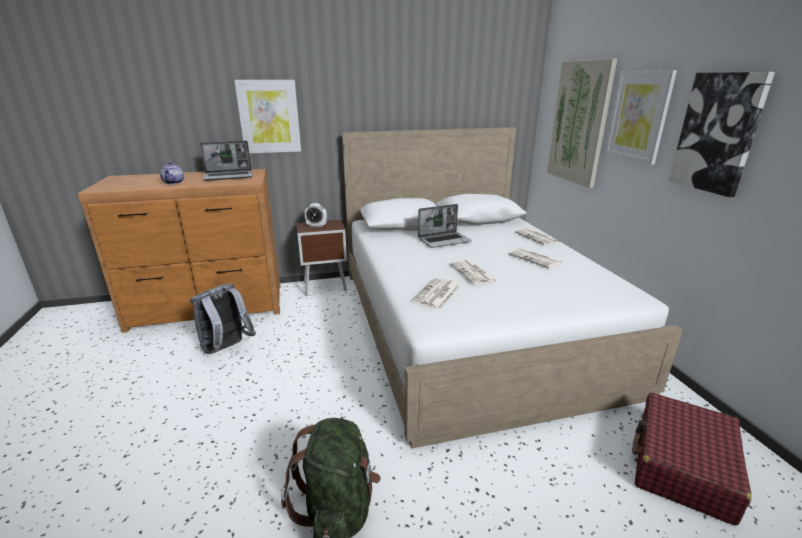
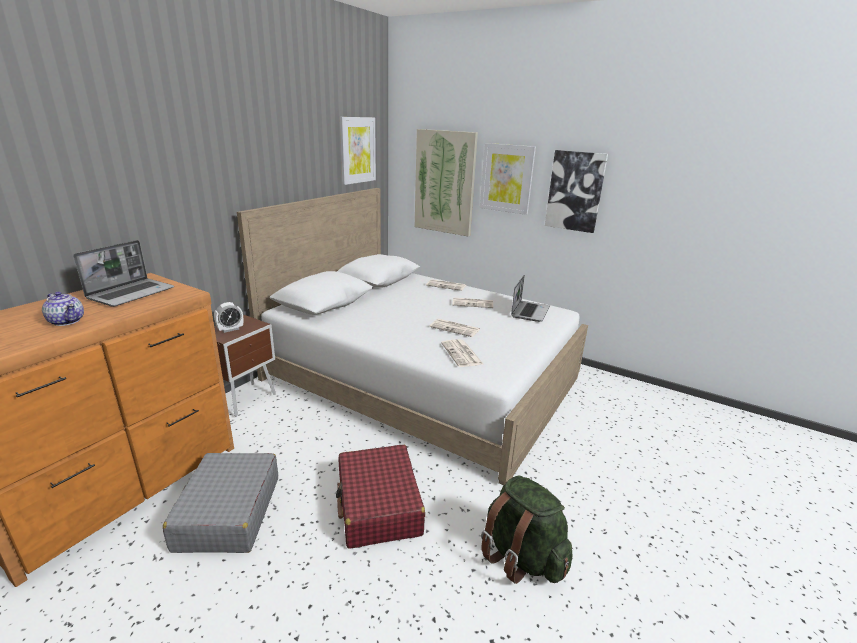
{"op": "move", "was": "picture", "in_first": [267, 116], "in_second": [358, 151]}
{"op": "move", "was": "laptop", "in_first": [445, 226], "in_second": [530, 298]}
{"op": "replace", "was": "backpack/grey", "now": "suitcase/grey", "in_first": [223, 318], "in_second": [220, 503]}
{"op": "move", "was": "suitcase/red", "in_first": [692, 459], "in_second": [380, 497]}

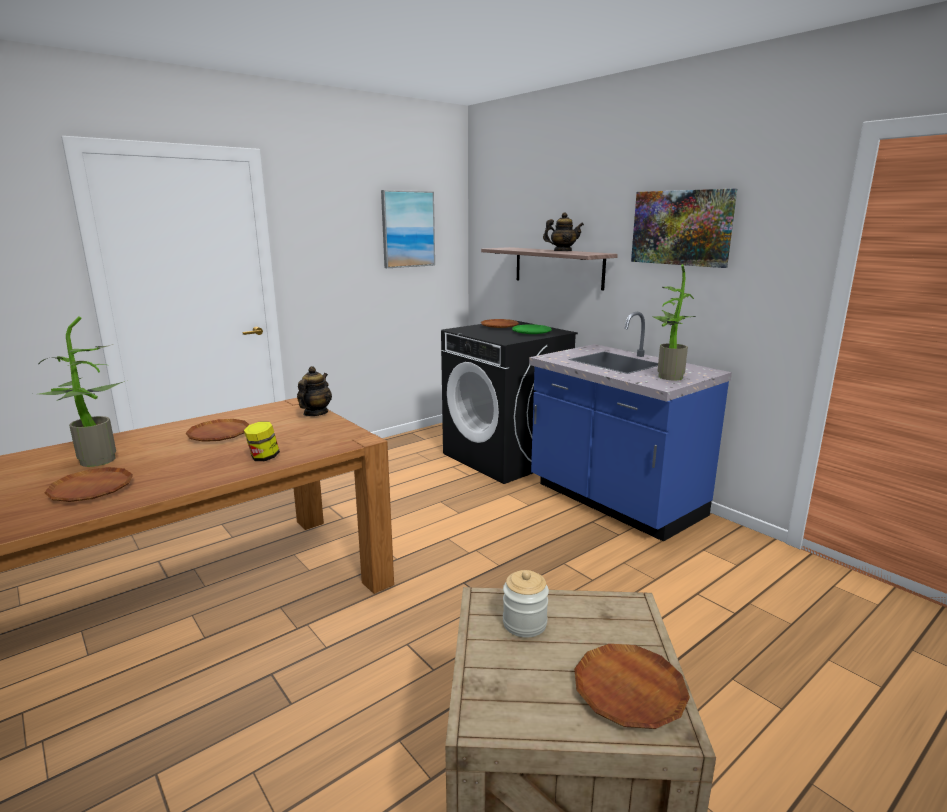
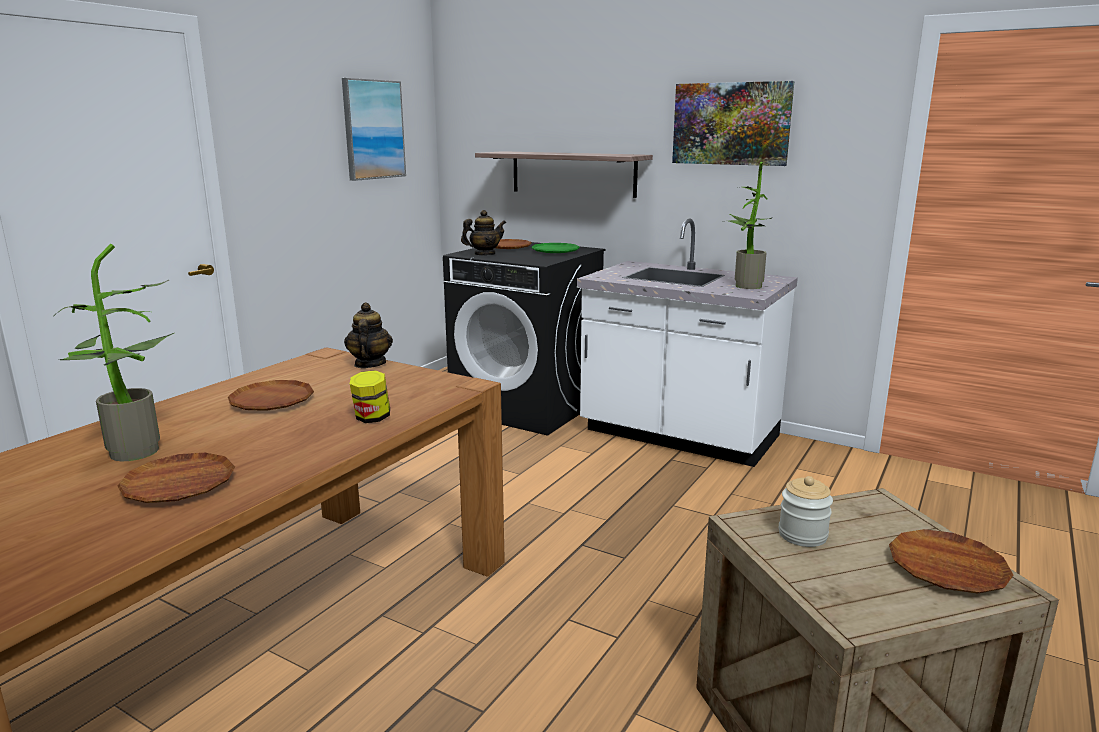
{"op": "move", "was": "teapot", "in_first": [563, 231], "in_second": [483, 232]}
{"op": "recolor", "was": "counter/blue", "now": "counter/white", "in_first": [630, 427], "in_second": [687, 343]}

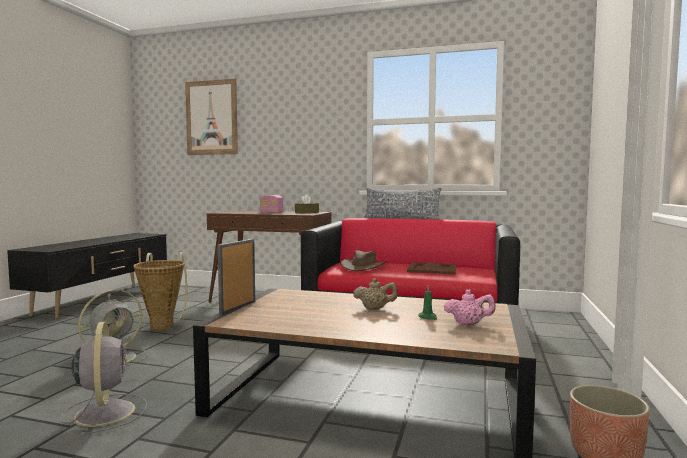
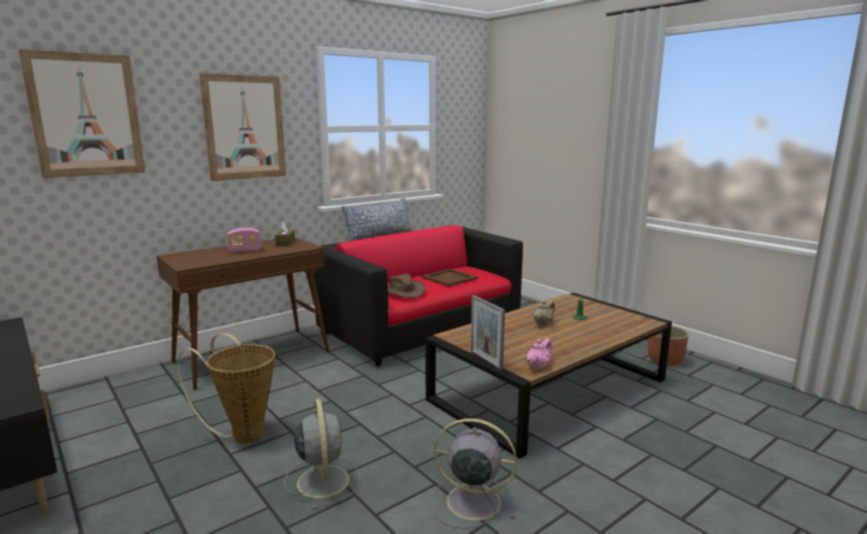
{"op": "move", "was": "teapot/pink", "in_first": [469, 307], "in_second": [539, 354]}
{"op": "insert", "now": "picture", "in_second": [242, 127]}

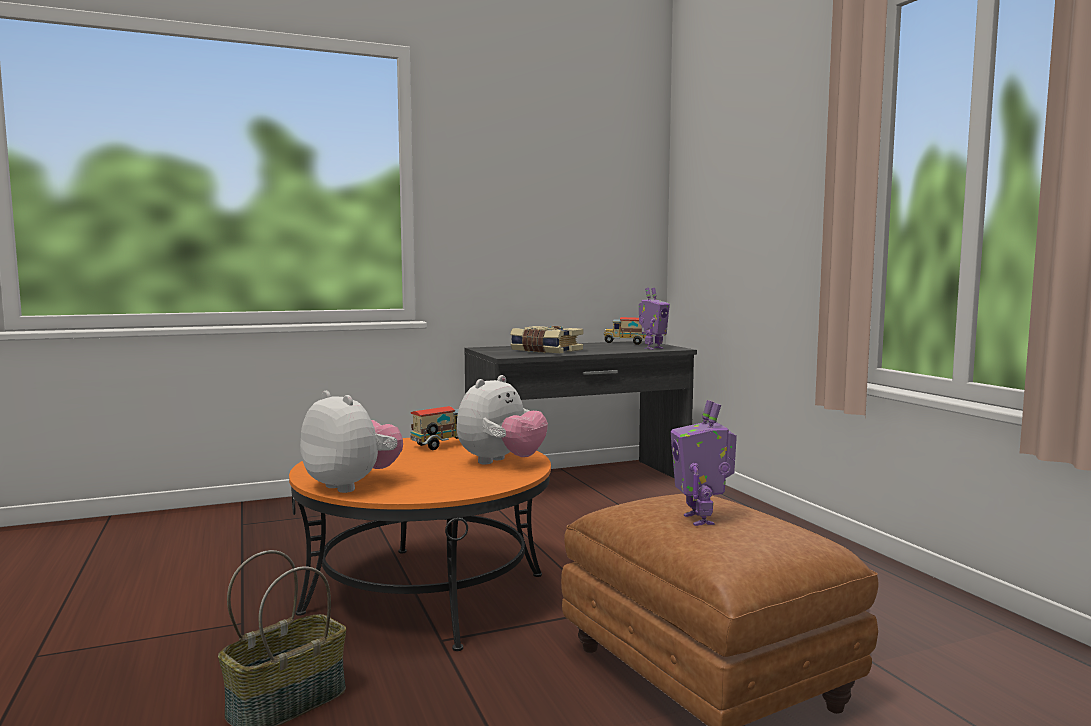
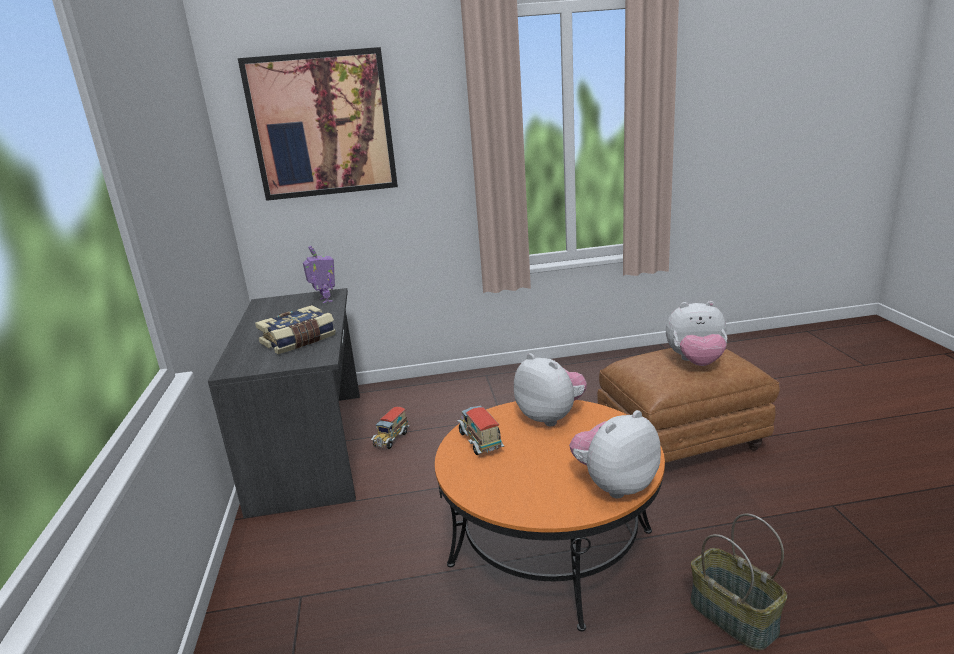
{"op": "move", "was": "toy truck", "in_first": [624, 331], "in_second": [390, 428]}
{"op": "replace", "was": "toy robot", "now": "plush toy", "in_first": [703, 463], "in_second": [696, 333]}
{"op": "insert", "now": "picture", "in_second": [318, 124]}

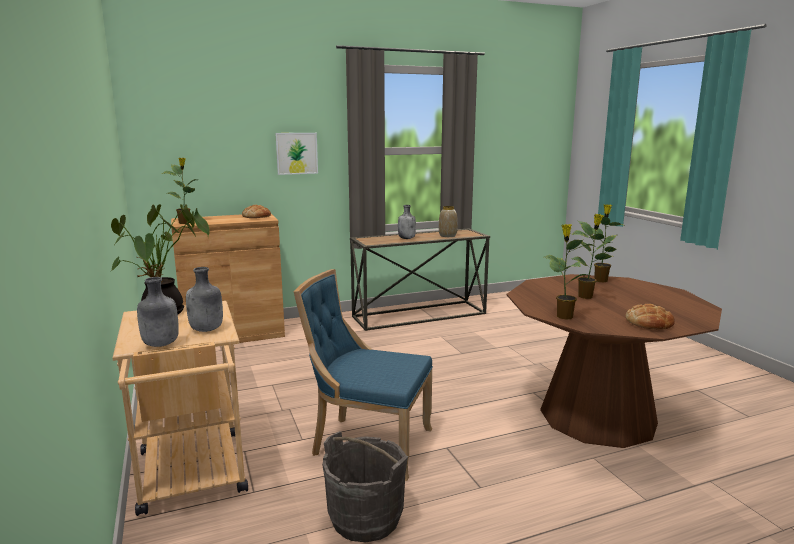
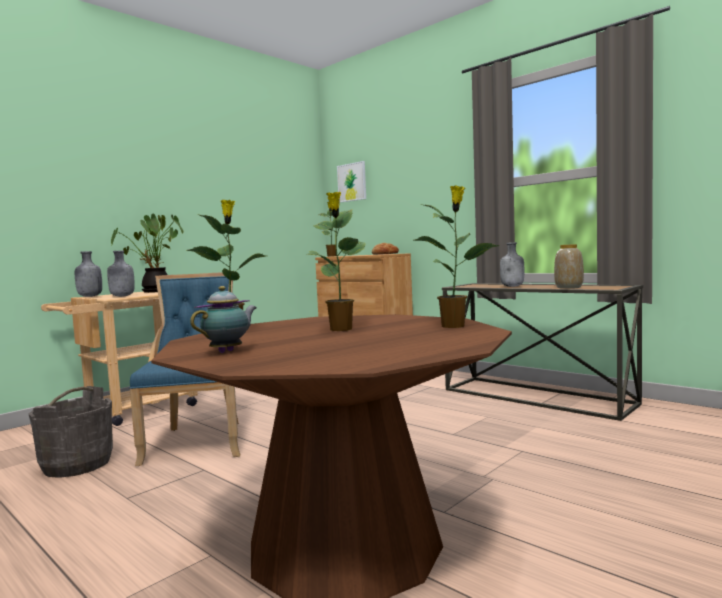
{"op": "move", "was": "picture", "in_first": [296, 154], "in_second": [351, 182]}
{"op": "replace", "was": "bread", "now": "teapot", "in_first": [650, 317], "in_second": [223, 319]}

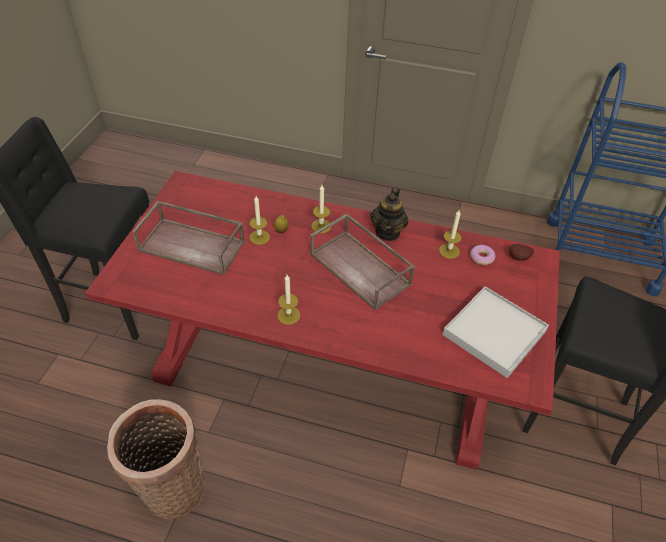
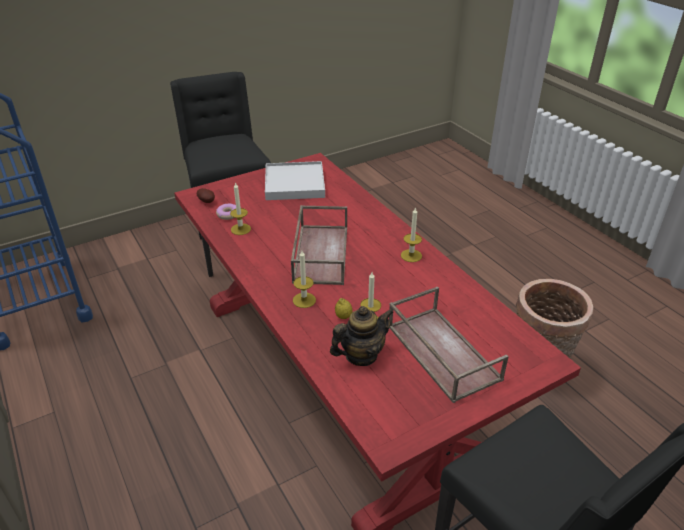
{"op": "move", "was": "teapot", "in_first": [389, 214], "in_second": [362, 336]}

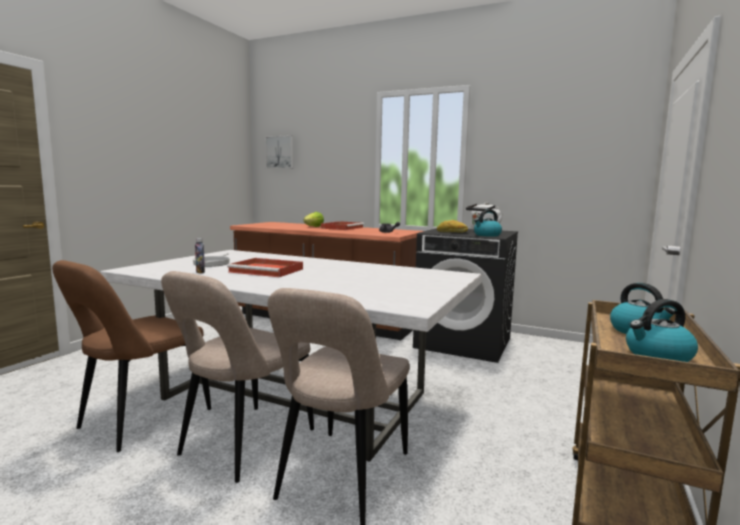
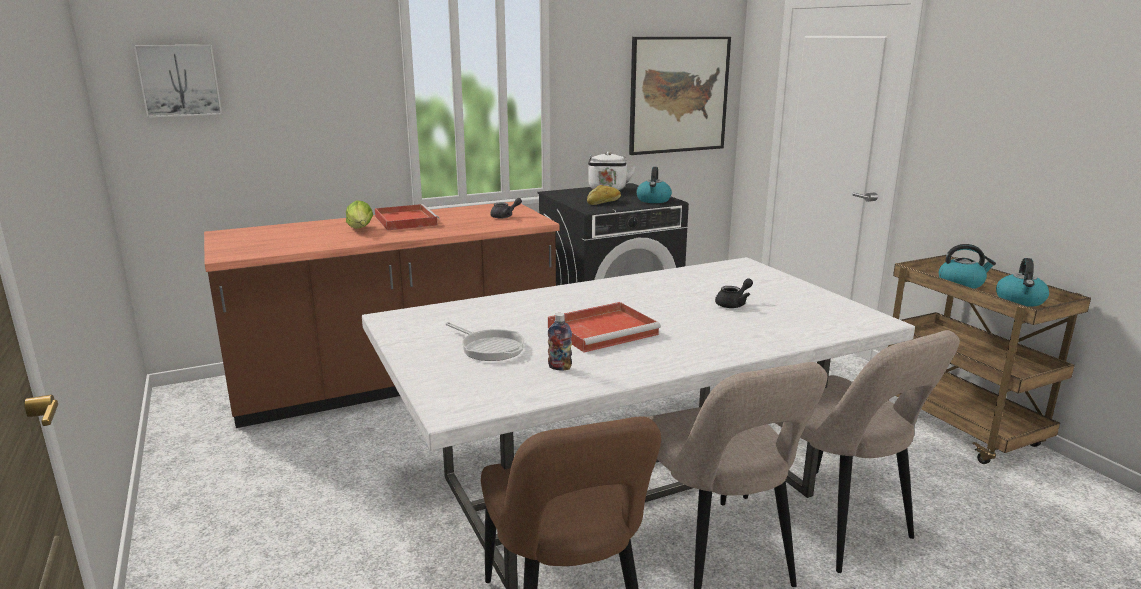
{"op": "insert", "now": "picture", "in_second": [680, 96]}
{"op": "insert", "now": "teapot/black", "in_second": [734, 293]}

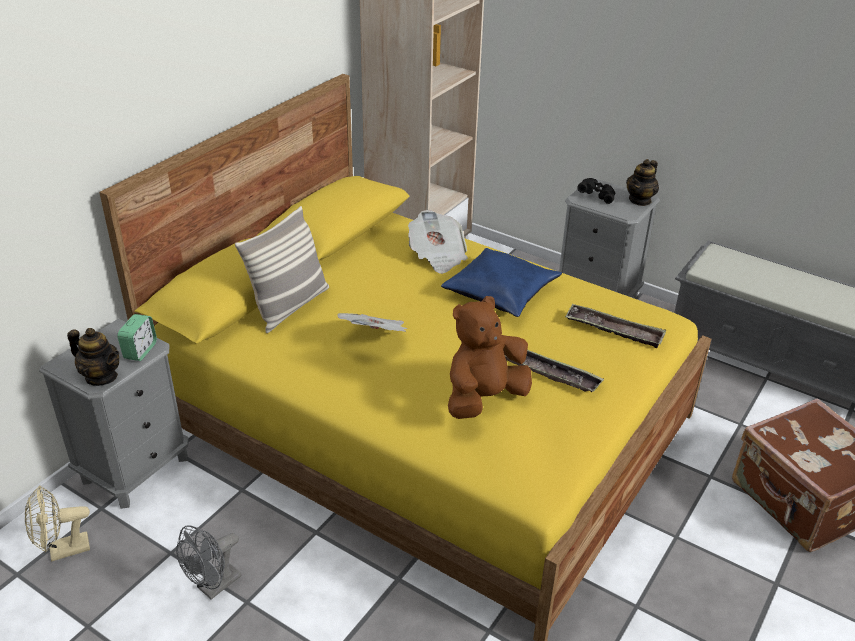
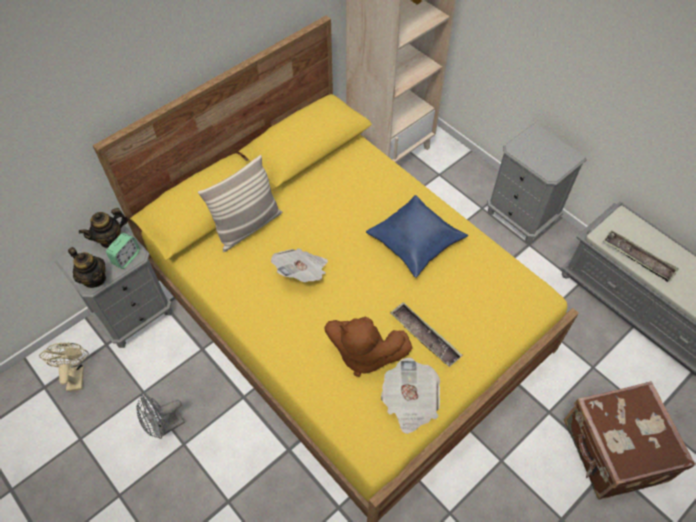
{"op": "move", "was": "teapot", "in_first": [642, 182], "in_second": [103, 228]}
{"op": "delete", "was": "binoculars/black", "in_first": [596, 191]}
{"op": "move", "was": "newspaper", "in_first": [438, 242], "in_second": [410, 395]}
{"op": "rotate", "was": "plush toy/brown", "in_first": [490, 357], "in_second": [368, 346], "clockwise": -135}
{"op": "move", "was": "tray", "in_first": [615, 326], "in_second": [641, 256]}
{"op": "rotate", "was": "fan/beige", "in_first": [57, 524], "in_second": [64, 367], "clockwise": 90}

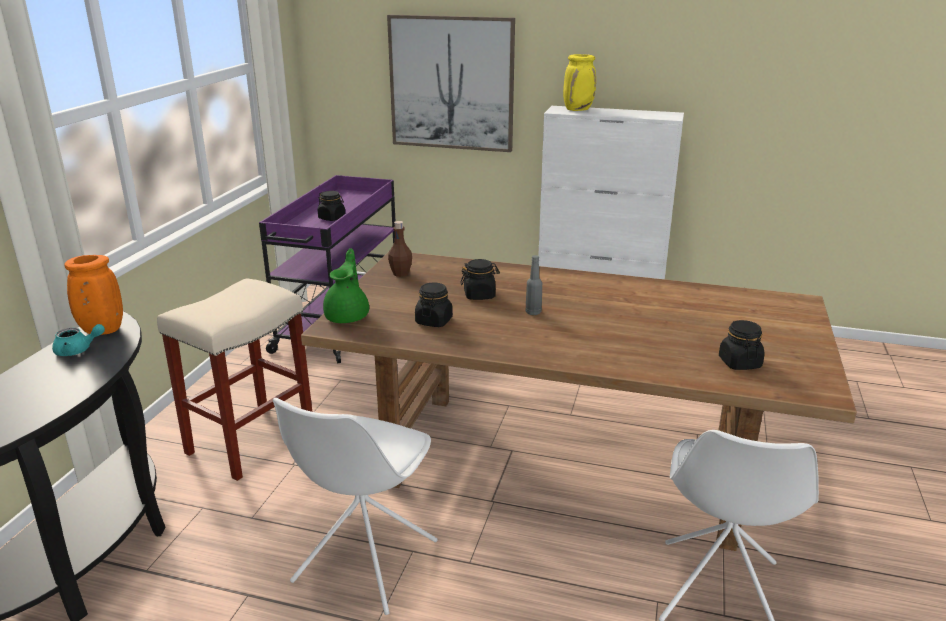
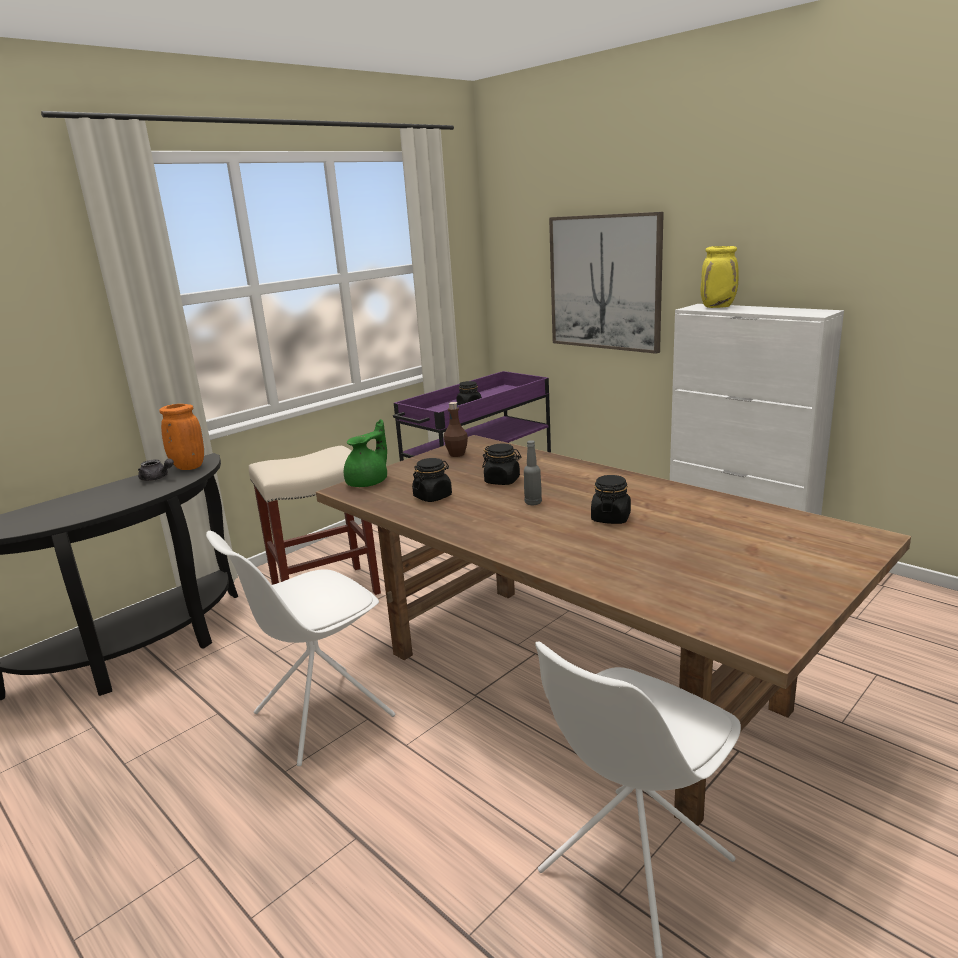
{"op": "move", "was": "jar/black", "in_first": [742, 345], "in_second": [611, 499]}
{"op": "recolor", "was": "teapot/turquoise", "now": "teapot/grey", "in_first": [78, 340], "in_second": [156, 469]}

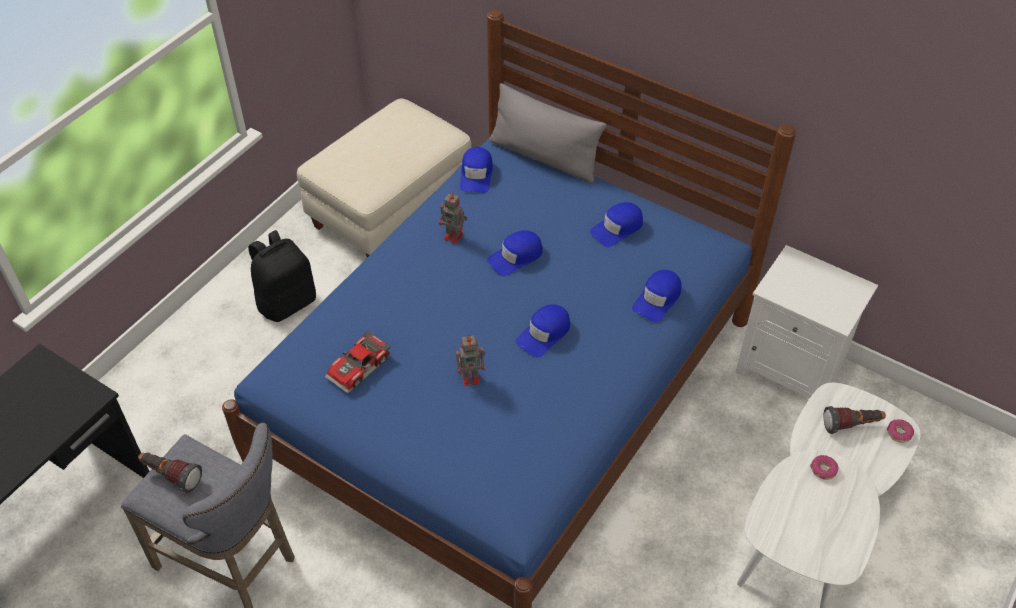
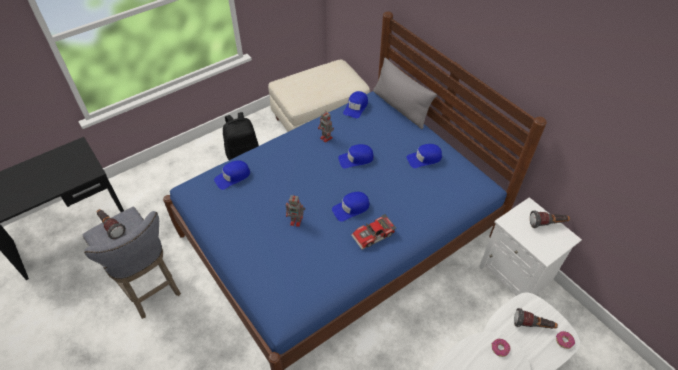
{"op": "move", "was": "cap/blue", "in_first": [657, 296], "in_second": [232, 175]}
{"op": "move", "was": "toy car", "in_first": [358, 361], "in_second": [373, 232]}
{"op": "insert", "now": "flashlight", "in_second": [550, 219]}

